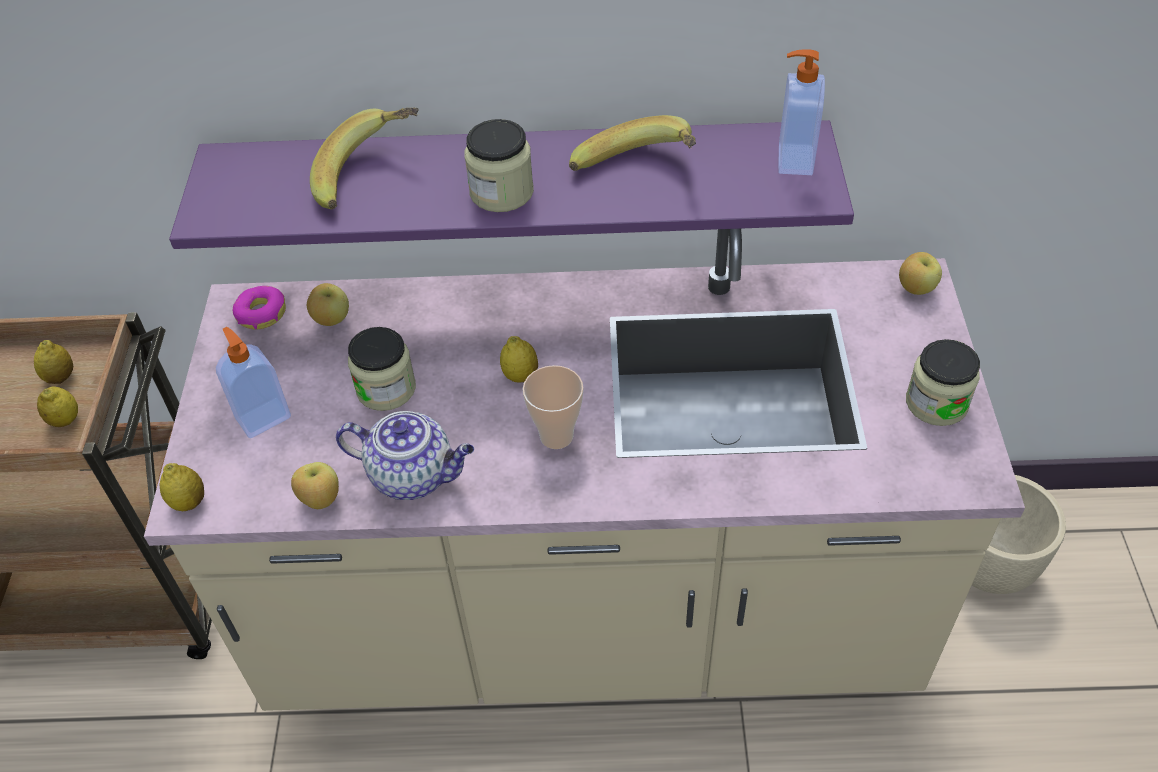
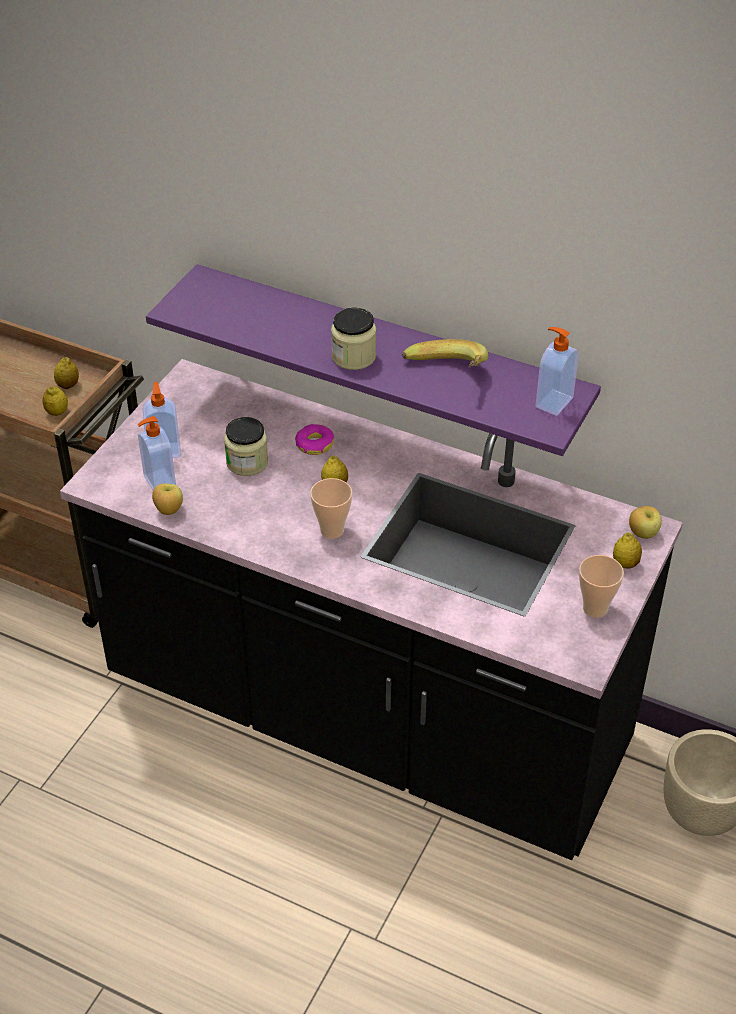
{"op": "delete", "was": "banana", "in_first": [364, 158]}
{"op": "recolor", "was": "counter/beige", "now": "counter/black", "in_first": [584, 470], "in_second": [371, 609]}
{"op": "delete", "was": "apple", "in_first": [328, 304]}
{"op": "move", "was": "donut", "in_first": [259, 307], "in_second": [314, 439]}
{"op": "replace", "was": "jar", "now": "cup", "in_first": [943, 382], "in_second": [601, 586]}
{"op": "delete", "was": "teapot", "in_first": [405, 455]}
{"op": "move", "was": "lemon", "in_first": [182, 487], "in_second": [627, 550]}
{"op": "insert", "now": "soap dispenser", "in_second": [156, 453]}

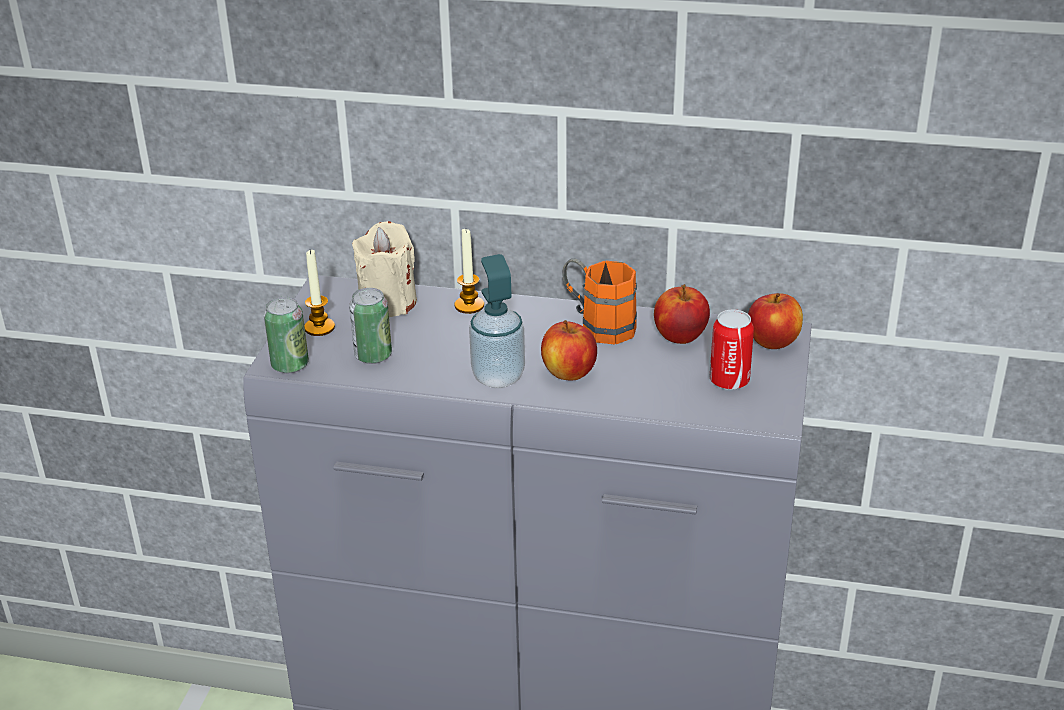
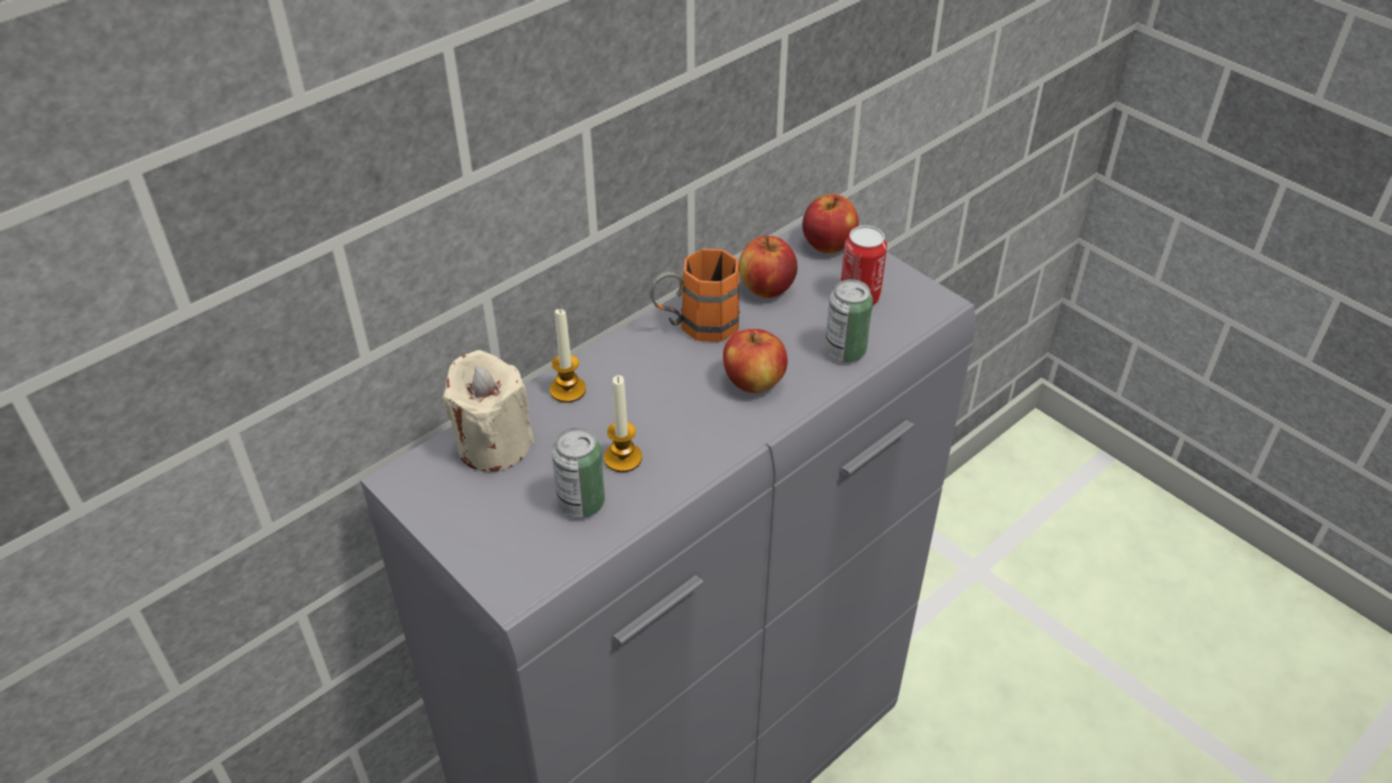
{"op": "move", "was": "candle", "in_first": [319, 293], "in_second": [623, 423]}
{"op": "delete", "was": "soap dispenser", "in_first": [497, 321]}
{"op": "move", "was": "can", "in_first": [286, 335], "in_second": [849, 320]}

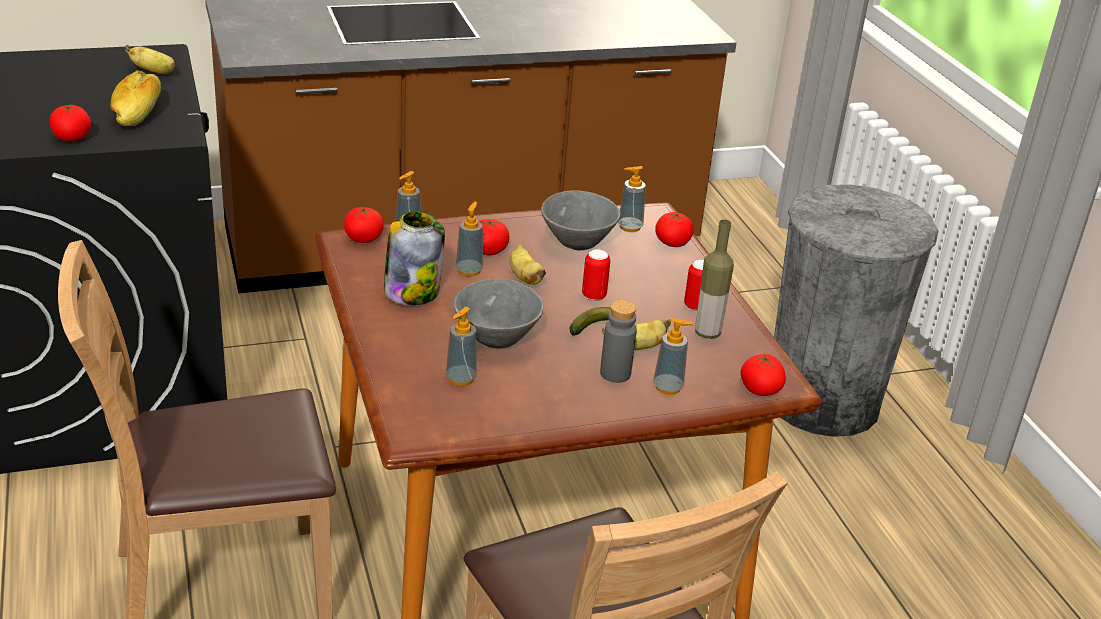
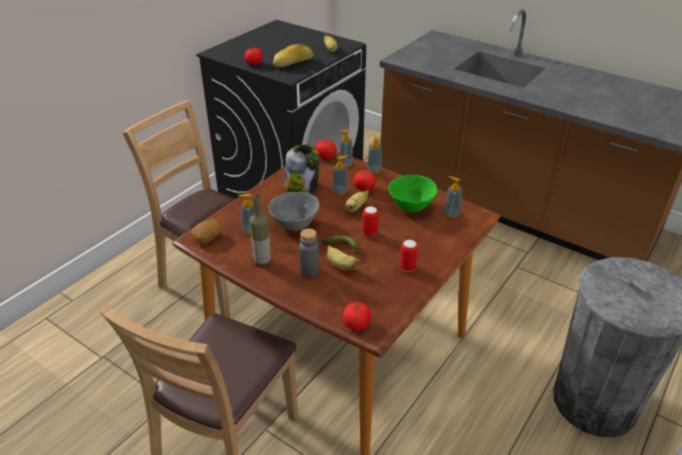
{"op": "recolor", "was": "bowl/grey", "now": "bowl/green", "in_first": [580, 220], "in_second": [412, 194]}
{"op": "delete", "was": "tomato", "in_first": [674, 229]}
{"op": "move", "was": "bottle", "in_first": [714, 279], "in_second": [260, 229]}
{"op": "move", "was": "soap dispenser", "in_first": [673, 356], "in_second": [374, 154]}
{"op": "insert", "now": "potato", "in_second": [207, 231]}

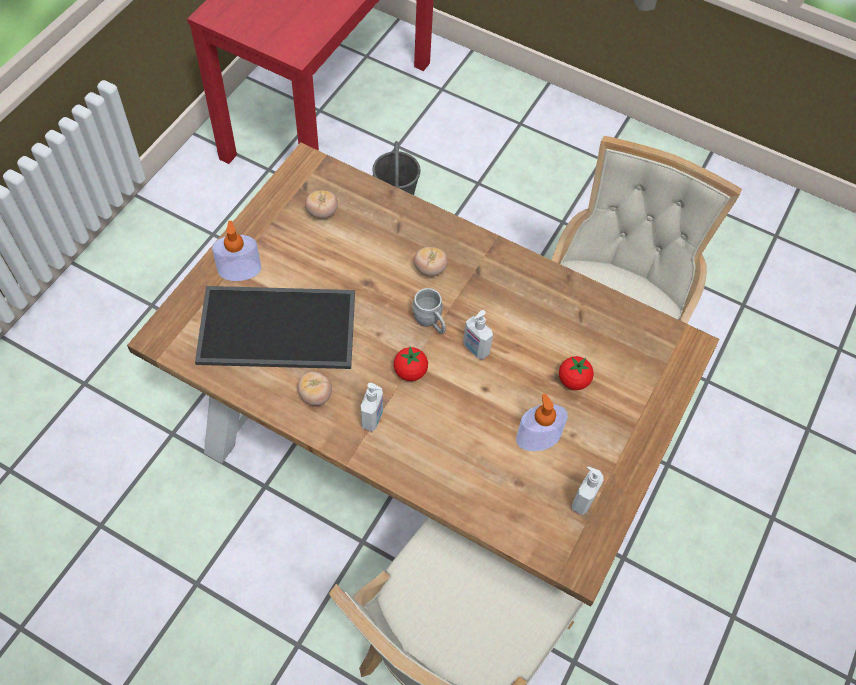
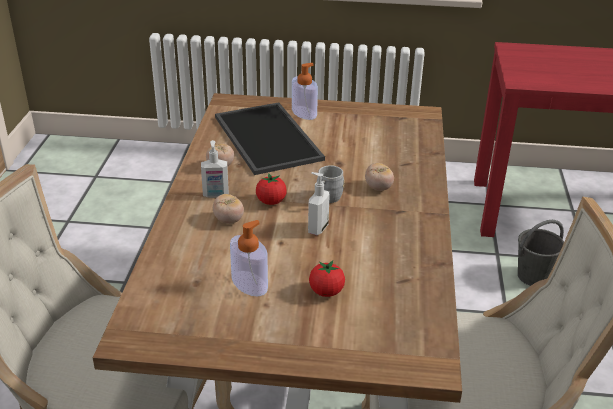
{"op": "move", "was": "tomato", "in_first": [321, 205], "in_second": [228, 209]}
{"op": "delete", "was": "soap dispenser", "in_first": [588, 491]}

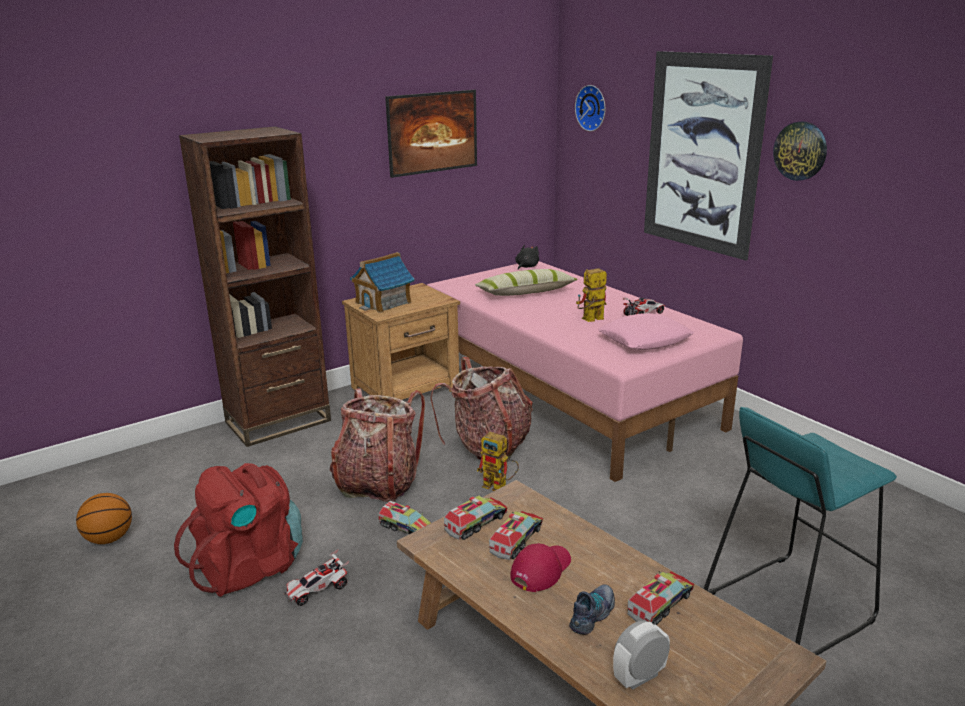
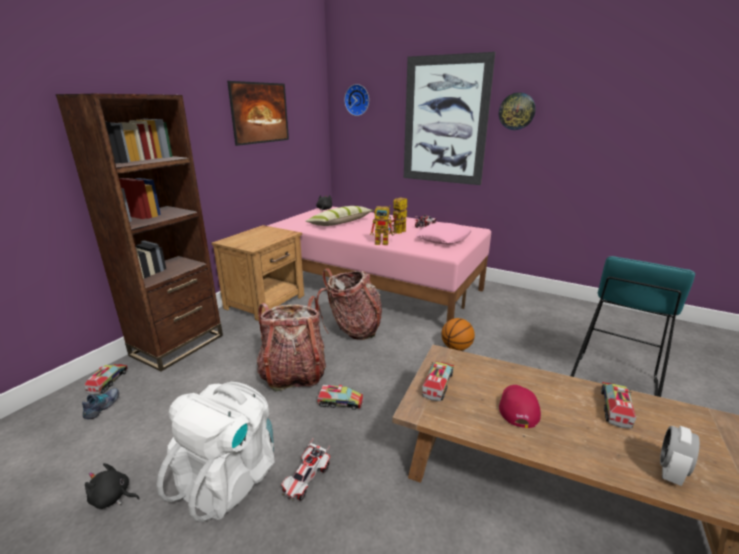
{"op": "delete", "was": "toy house", "in_first": [382, 282]}
{"op": "move", "was": "toy robot", "in_first": [498, 461], "in_second": [383, 225]}
{"op": "recolor", "was": "backpack/red", "now": "backpack/white", "in_first": [238, 530], "in_second": [215, 452]}
{"op": "move", "was": "basketball", "in_first": [104, 518], "in_second": [458, 334]}
{"op": "move", "was": "toy truck", "in_first": [516, 535], "in_second": [106, 379]}
{"op": "move", "was": "shoe", "in_first": [592, 610], "in_second": [100, 403]}
{"op": "insert", "now": "plush toy/black", "in_second": [112, 486]}

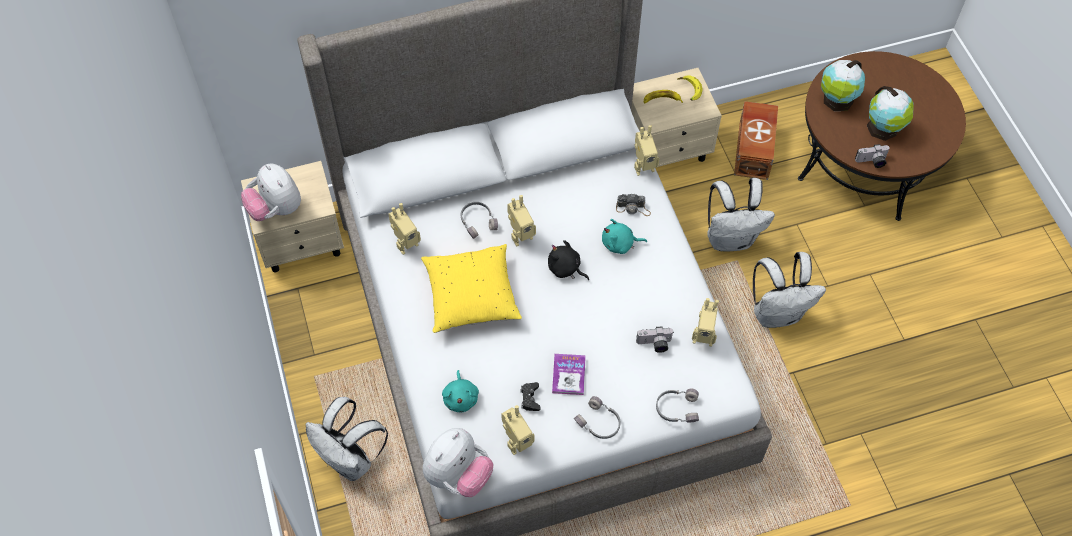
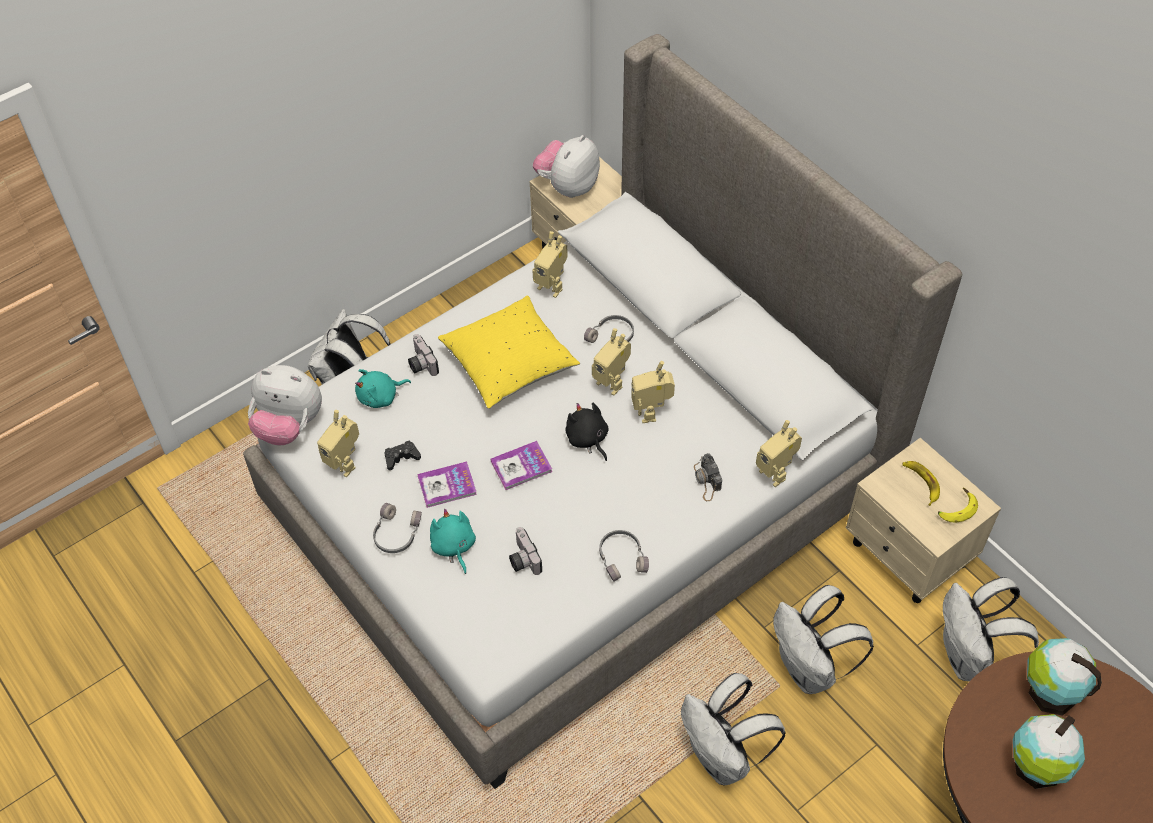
{"op": "replace", "was": "storage box/brown", "now": "backpack/white", "in_first": [756, 140], "in_second": [991, 629]}
{"op": "move", "was": "photo camera", "in_first": [872, 156], "in_second": [423, 355]}
{"op": "move", "was": "plush toy/turquoise", "in_first": [624, 236], "in_second": [453, 541]}
{"op": "rotate", "was": "plush toy/black", "in_first": [568, 260], "in_second": [586, 431], "clockwise": -45}
{"op": "move", "was": "toy robot", "in_first": [705, 322], "in_second": [653, 392]}
{"op": "move", "was": "headphones/grey", "in_first": [677, 405], "in_second": [624, 555]}
{"op": "insert", "now": "book", "in_second": [521, 465]}

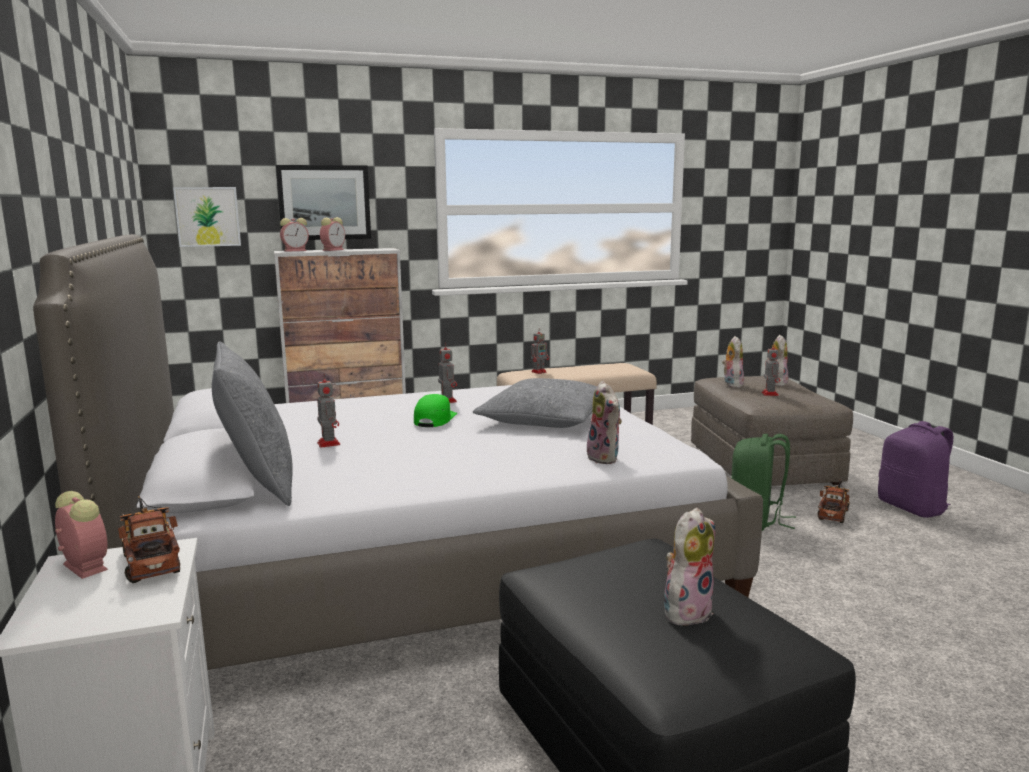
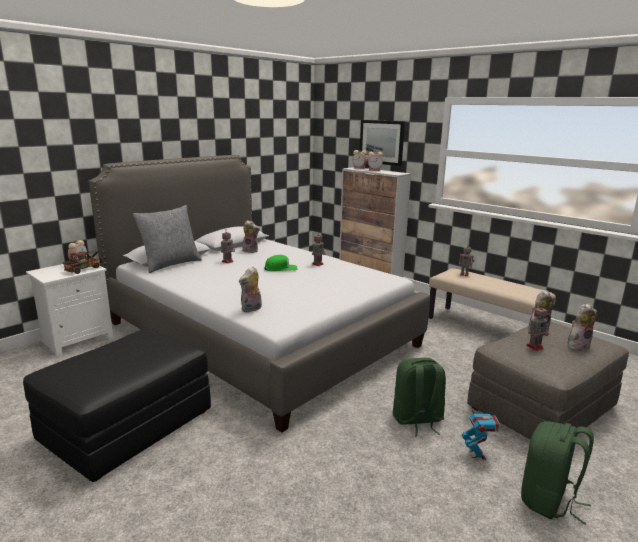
{"op": "delete", "was": "picture", "in_first": [207, 217]}
{"op": "delete", "was": "pillow/grey", "in_first": [535, 403]}
{"op": "recolor", "was": "backpack/purple", "now": "backpack/green", "in_first": [915, 469], "in_second": [557, 473]}
{"op": "replace", "was": "toy truck", "now": "toy robot", "in_first": [833, 501], "in_second": [481, 433]}
{"op": "move", "was": "plush toy", "in_first": [689, 568], "in_second": [251, 236]}

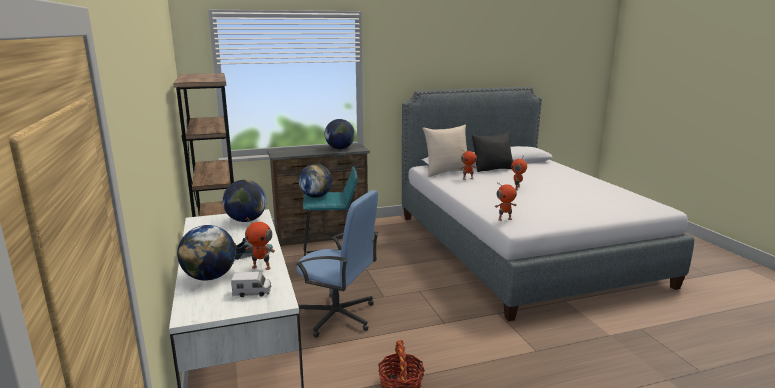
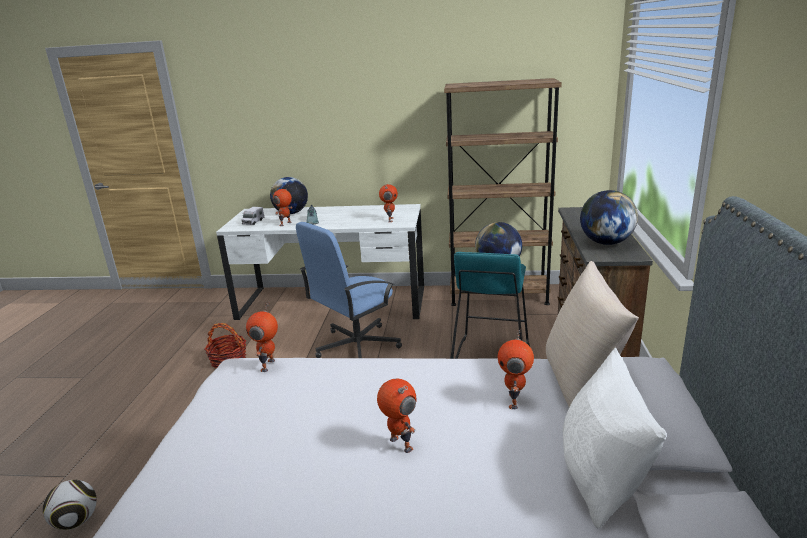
{"op": "recolor", "was": "pillow/black", "now": "pillow/white", "in_first": [492, 152], "in_second": [614, 438]}
{"op": "replace", "was": "globe", "now": "toy robot", "in_first": [244, 201], "in_second": [388, 203]}
{"op": "insert", "now": "football", "in_second": [70, 505]}

